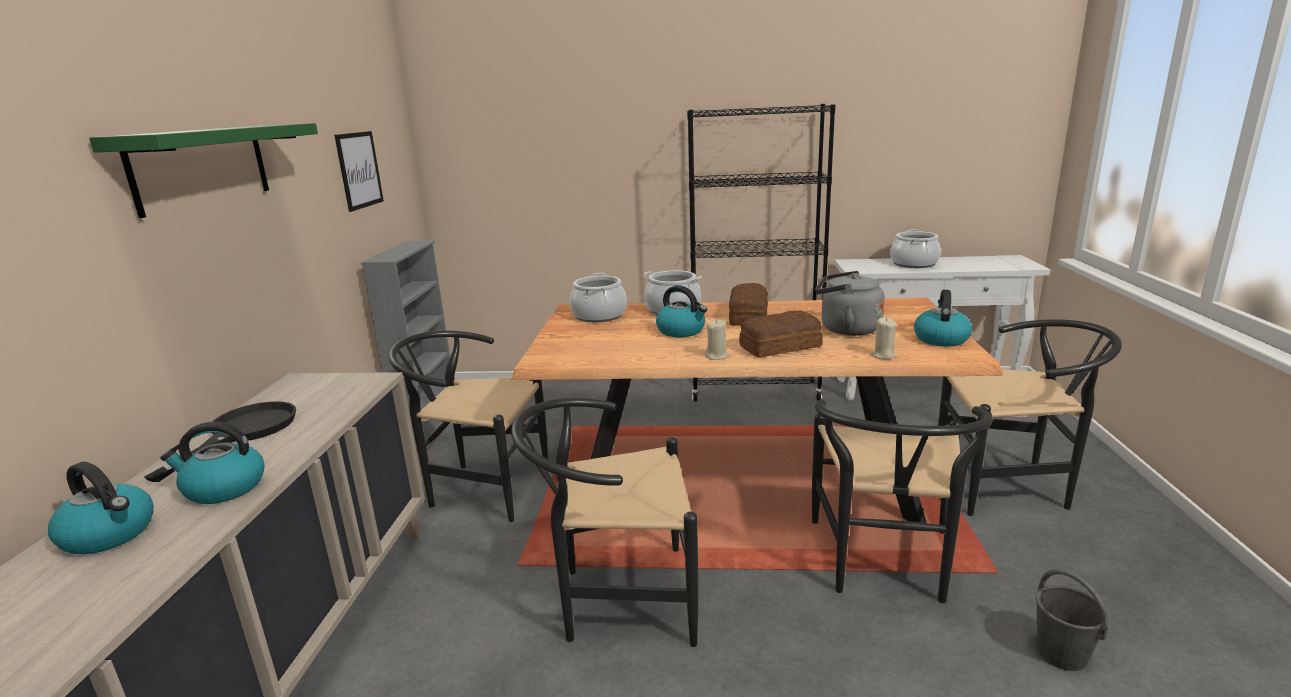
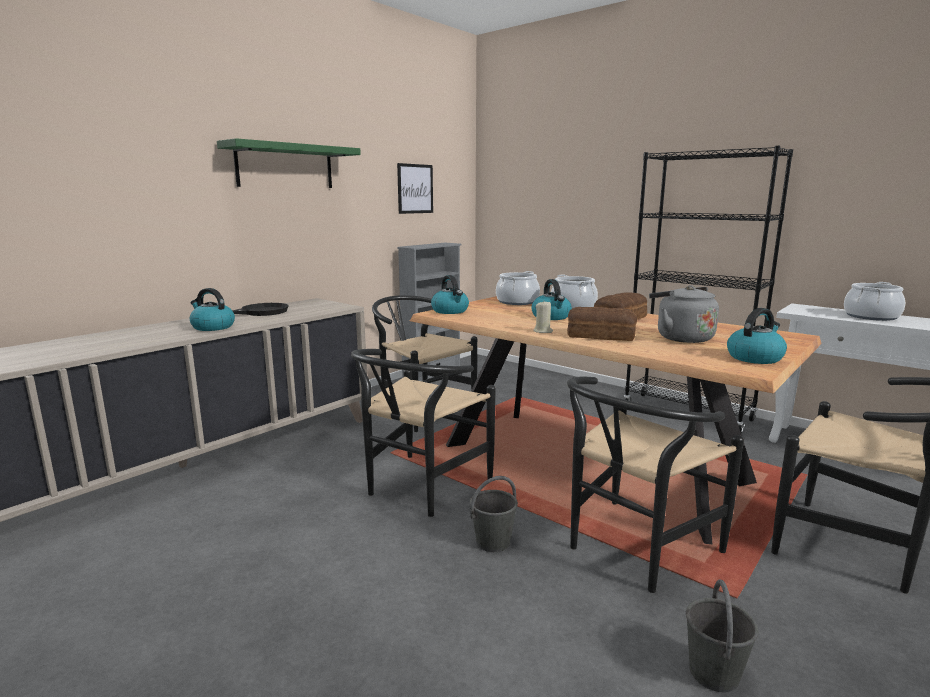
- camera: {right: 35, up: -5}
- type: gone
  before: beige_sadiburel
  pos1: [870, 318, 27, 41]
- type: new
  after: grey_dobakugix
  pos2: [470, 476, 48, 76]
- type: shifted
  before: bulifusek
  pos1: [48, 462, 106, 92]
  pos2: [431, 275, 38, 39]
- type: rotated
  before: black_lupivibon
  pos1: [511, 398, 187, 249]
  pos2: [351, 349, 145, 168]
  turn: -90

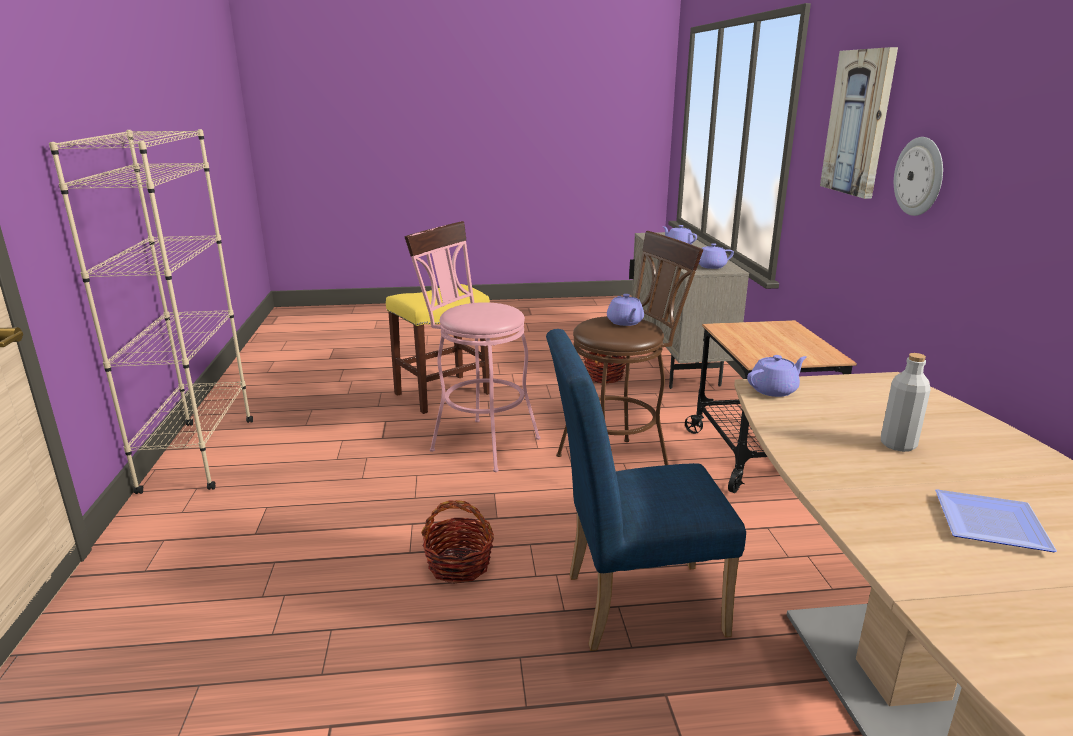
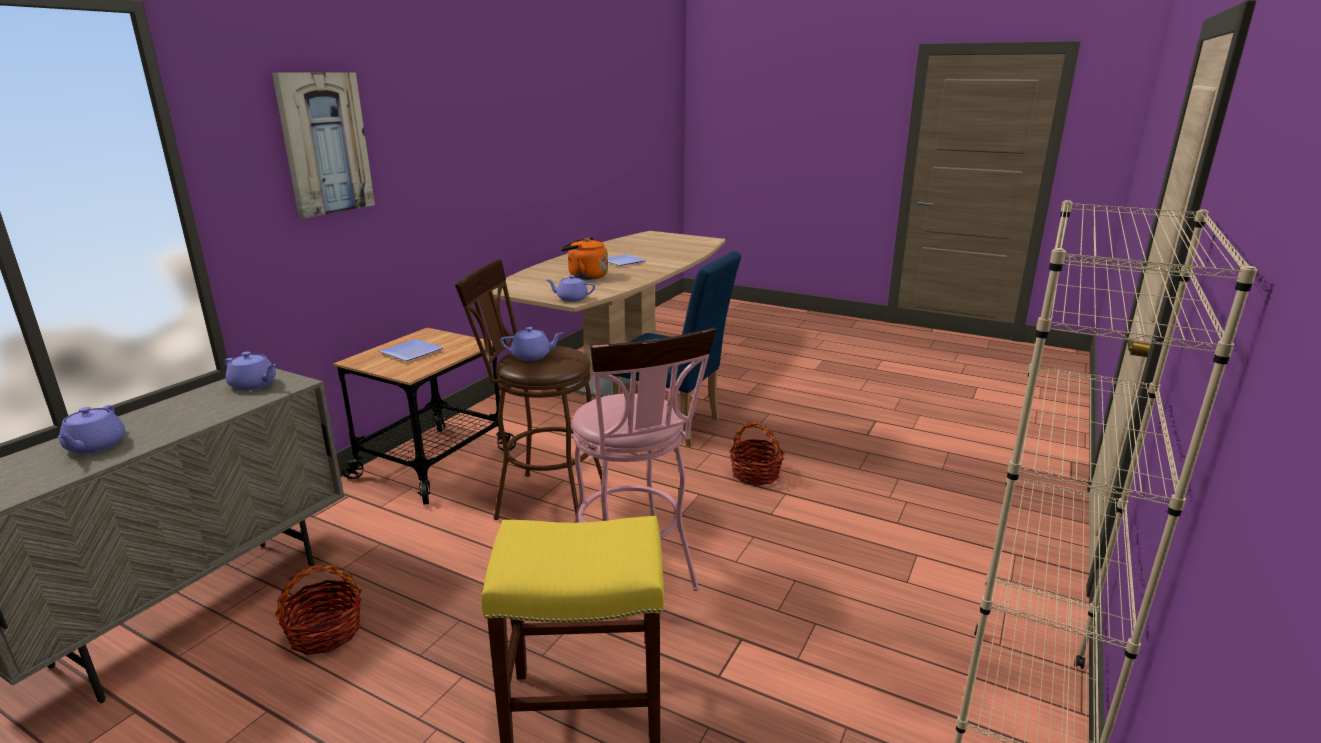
- camera: {right: -145, up: 0}
- type: gone
  before: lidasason
  pos1: [894, 137, 49, 79]
- type: new
  after: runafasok
  pos2: [379, 339, 64, 22]
- type: swapped
  before: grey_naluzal
  after: orange_bulifusek
  pos1: [881, 353, 49, 99]
  pos2: [561, 237, 47, 43]
- type: rotated
  before: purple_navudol
  pos1: [607, 294, 37, 32]
  pos2: [500, 327, 63, 34]
  turn: 60

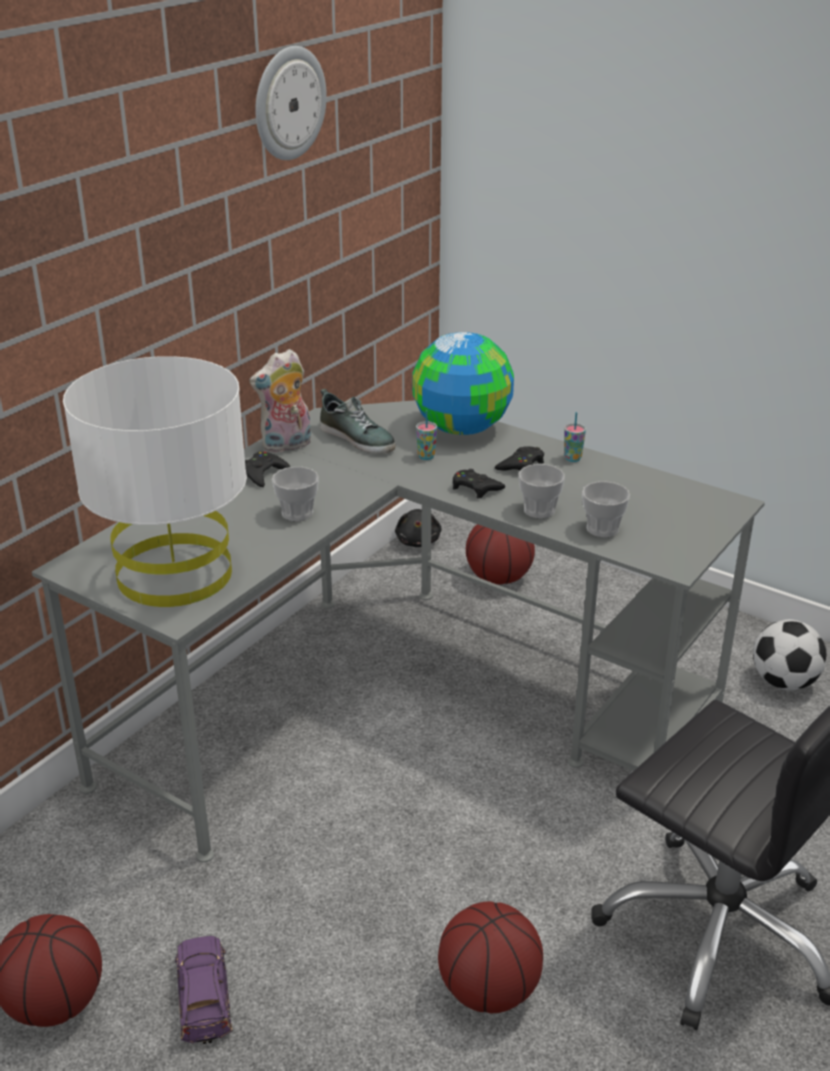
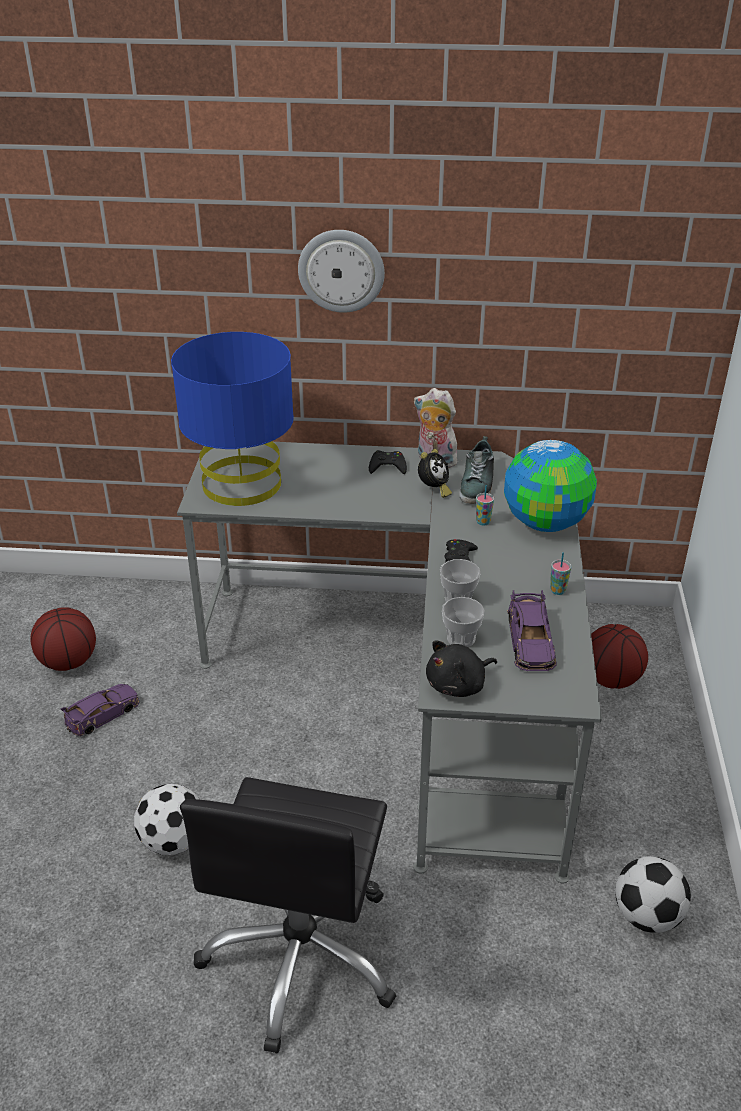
- camera: {right: 60, up: 5}
- type: gone
  before: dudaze
  pos1: [272, 467, 47, 54]
- type: gone
  before: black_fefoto
  pos1: [495, 446, 49, 24]
- type: new
  after: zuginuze
  pos2: [418, 449, 34, 49]
- type: new
  after: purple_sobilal
  pos2: [507, 590, 50, 81]
- type: shifted
  before: lidasason
  pos1: [255, 46, 72, 114]
  pos2: [298, 230, 87, 83]
- type: shifted
  before: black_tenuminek
  pos1: [395, 509, 47, 38]
  pos2: [426, 641, 71, 56]
- type: swapped
  before: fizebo
  after: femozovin
  pos1: [438, 901, 105, 112]
  pos2: [134, 784, 66, 71]
- type: repainted
  before: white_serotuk
  after: blue_serotuk
  pos1: [63, 356, 184, 251]
  pos2: [171, 332, 123, 174]

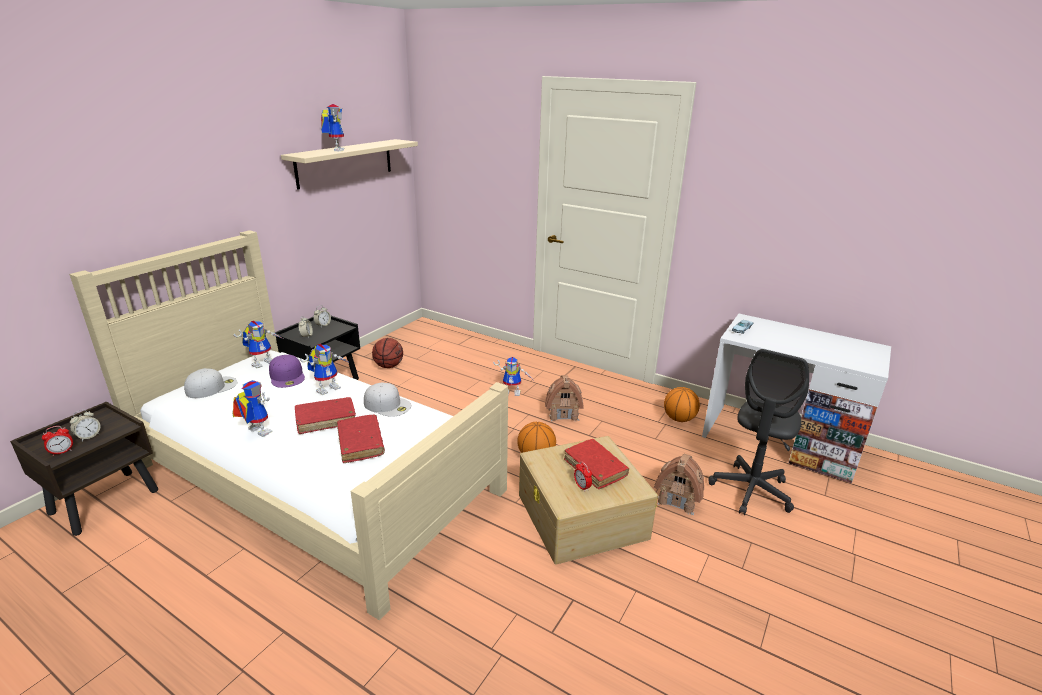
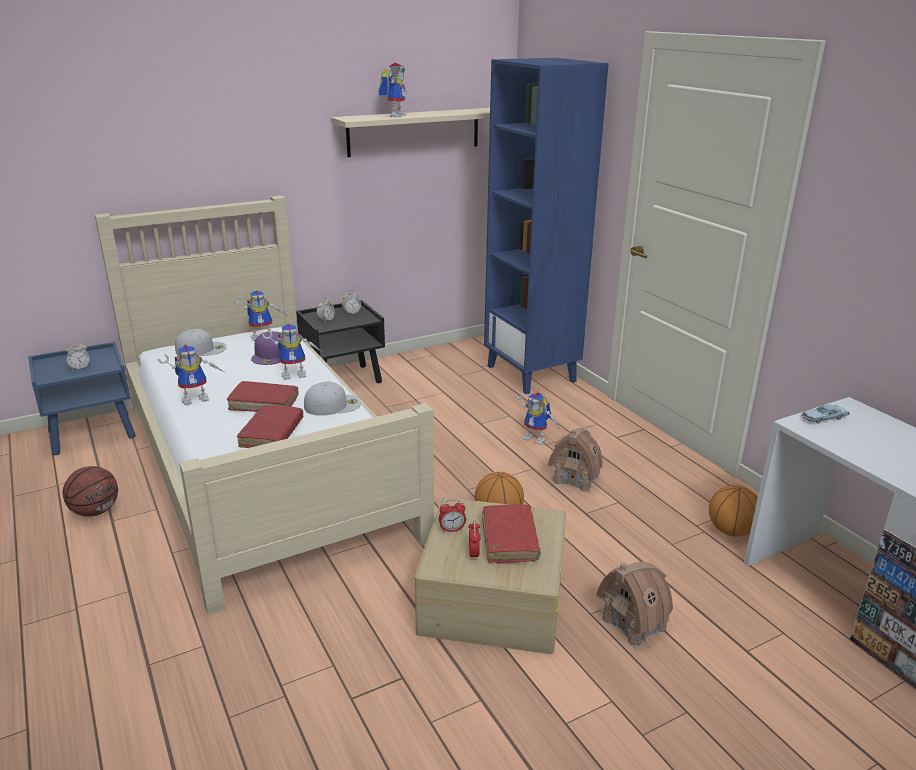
- camera: {right: 30, up: 0}
- type: gone
  before: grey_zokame
  pos1: [708, 349, 101, 166]
- type: new
  after: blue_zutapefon
  pos2: [484, 58, 125, 336]
- type: shifted
  before: zuginuze
  pos1: [42, 426, 31, 30]
  pos2: [439, 499, 27, 33]
- type: shifted
  before: fizebo
  pos1: [372, 338, 31, 30]
  pos2: [63, 466, 55, 51]
- type: repainted
  before: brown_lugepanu
  after: blue_lugepanu
  pos1: [10, 402, 148, 134]
  pos2: [28, 342, 108, 113]
- type: rotated
  before: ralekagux
  pos1: [232, 380, 41, 57]
  pos2: [158, 345, 66, 60]
  turn: 90
- type: rotated
  before: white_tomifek
  pos1: [364, 383, 47, 34]
  pos2: [304, 381, 57, 35]
  turn: -75

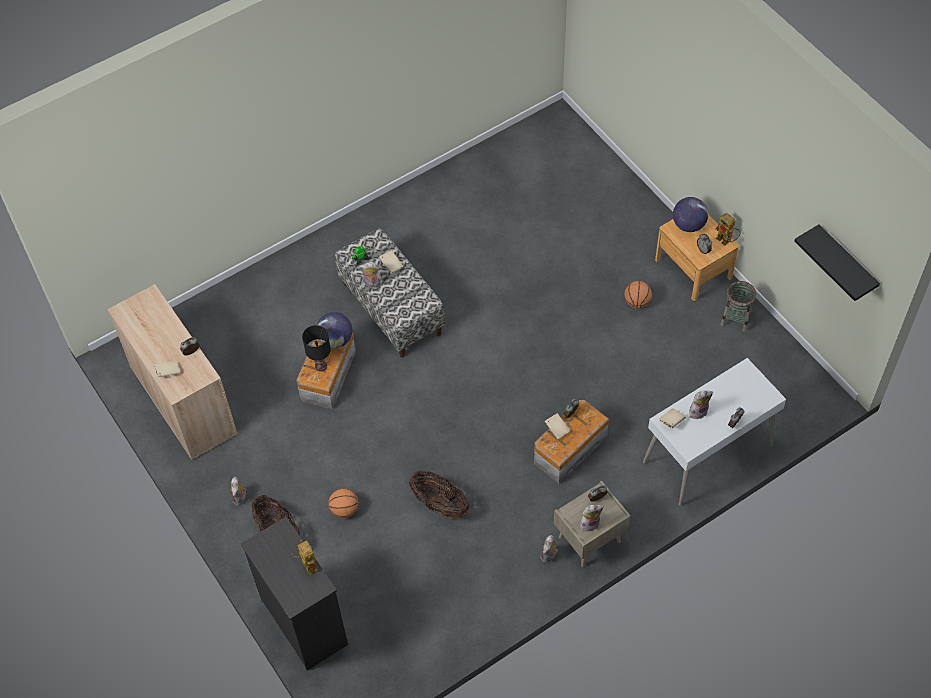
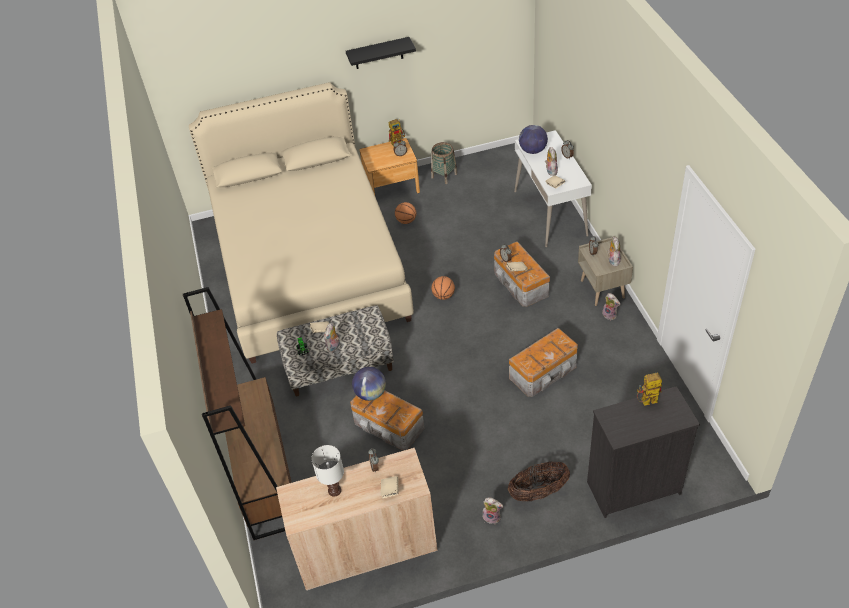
- camera: {right: -70, up: -10}
- type: gone
  before: black_serotuk
  pos1: [302, 325, 29, 46]
- type: new
  after: brown_zutapefon
  pos2: [183, 287, 109, 253]
- type: new
  after: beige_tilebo
  pos2: [189, 82, 225, 282]
- type: new
  after: white_serotuk
  pos2: [311, 445, 33, 52]
- type: shifted
  before: fizebo
  pos1: [328, 488, 31, 30]
  pos2: [431, 276, 24, 24]
- type: shifted
  before: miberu
  pos1: [673, 197, 35, 35]
  pos2: [519, 125, 29, 29]
- type: shifted
  before: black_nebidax
  pos1: [794, 224, 86, 77]
  pos2: [346, 37, 70, 32]
- type: swapped
  before: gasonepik
  after: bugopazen
  pos1: [409, 470, 60, 49]
  pos2: [509, 328, 69, 69]

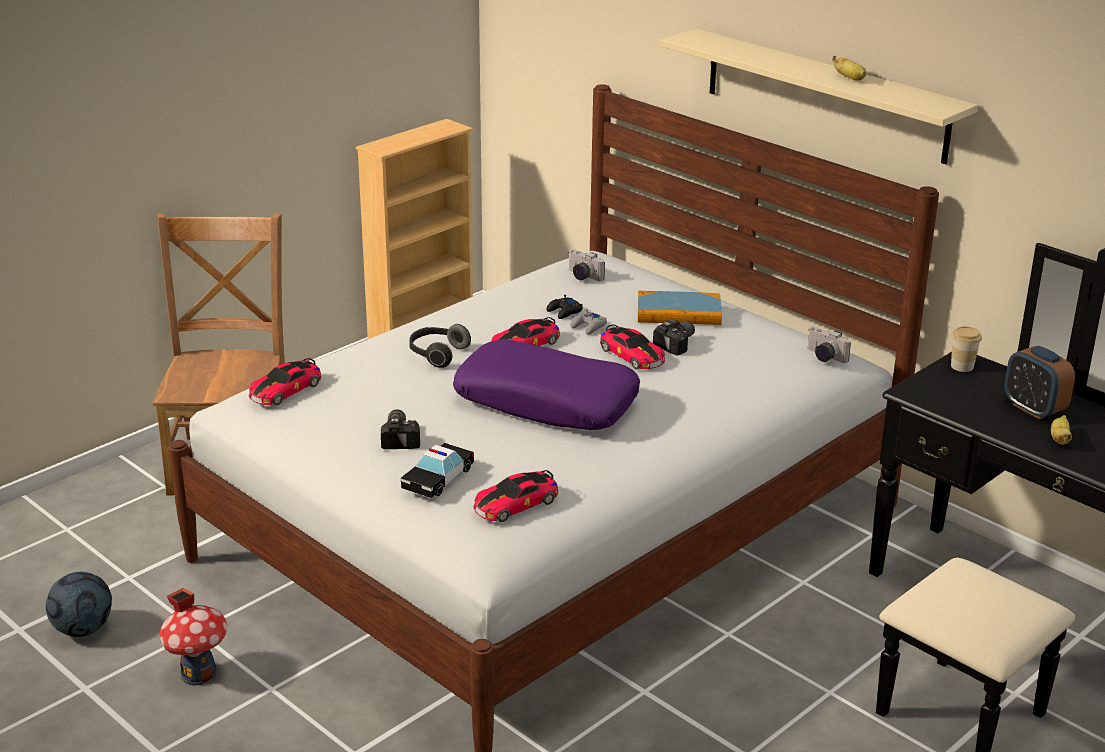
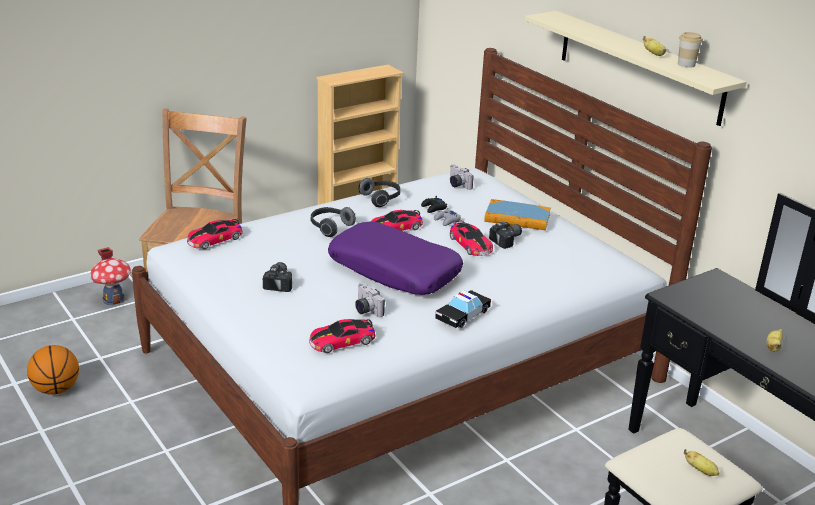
- camera: {right: 10, up: 0}
- type: gone
  before: zuginuze
  pos1: [1004, 346, 71, 74]
- type: new
  after: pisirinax
  pos2: [358, 178, 42, 29]
- type: new
  after: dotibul
  pos2: [684, 449, 36, 27]
- type: shifted
  before: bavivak
  pos1: [159, 588, 68, 98]
  pos2: [90, 247, 41, 58]
- type: shifted
  before: sobilal
  pos1: [401, 443, 73, 55]
  pos2: [435, 290, 56, 38]
- type: shifted
  before: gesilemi
  pos1: [808, 327, 43, 36]
  pos2: [355, 283, 30, 34]
- type: shifted
  before: dudaze
  pos1: [951, 326, 31, 46]
  pos2: [678, 32, 25, 36]
- type: swapped
  before: femozovin
  after: fizebo
  pos1: [46, 572, 66, 65]
  pos2: [27, 345, 52, 50]

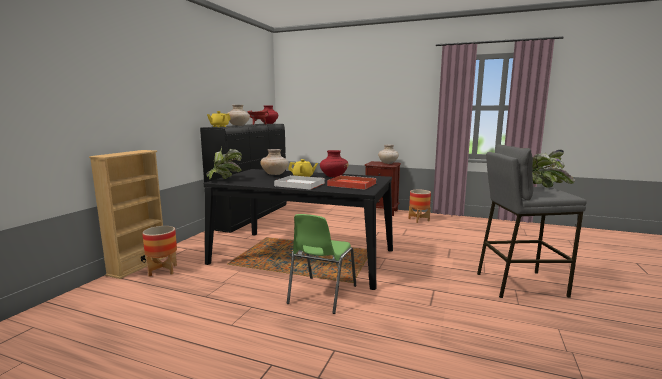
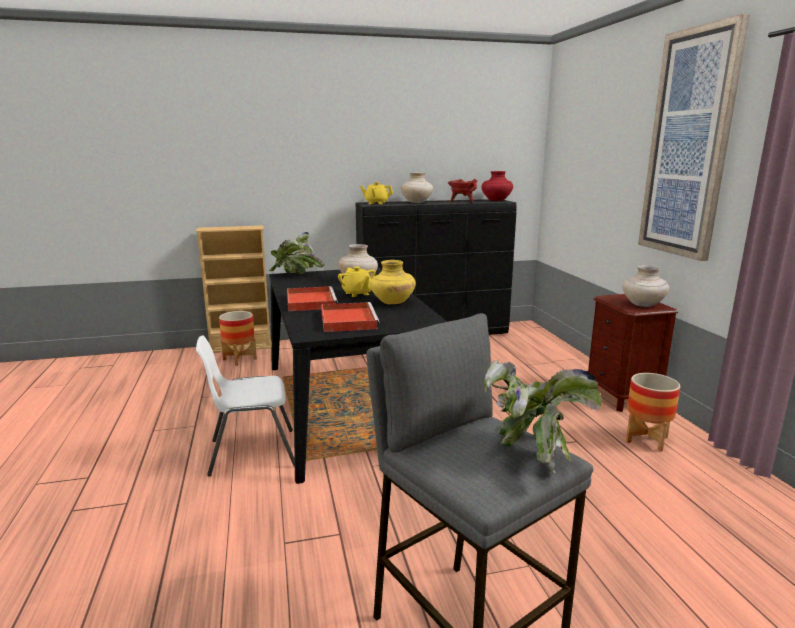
- camera: {right: 55, up: 5}
- type: new
  after: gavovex
  pos2: [638, 14, 112, 247]
- type: repainted
  before: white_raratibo
  after: red_raratibo
  pos1: [274, 175, 51, 15]
  pos2: [287, 286, 51, 25]
- type: repainted
  before: green_lupivibon
  after: white_lupivibon
  pos1: [287, 214, 69, 100]
  pos2: [196, 335, 99, 141]
- type: repainted
  before: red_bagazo
  after: yellow_bagazo
  pos1: [320, 150, 29, 27]
  pos2: [370, 260, 46, 44]

